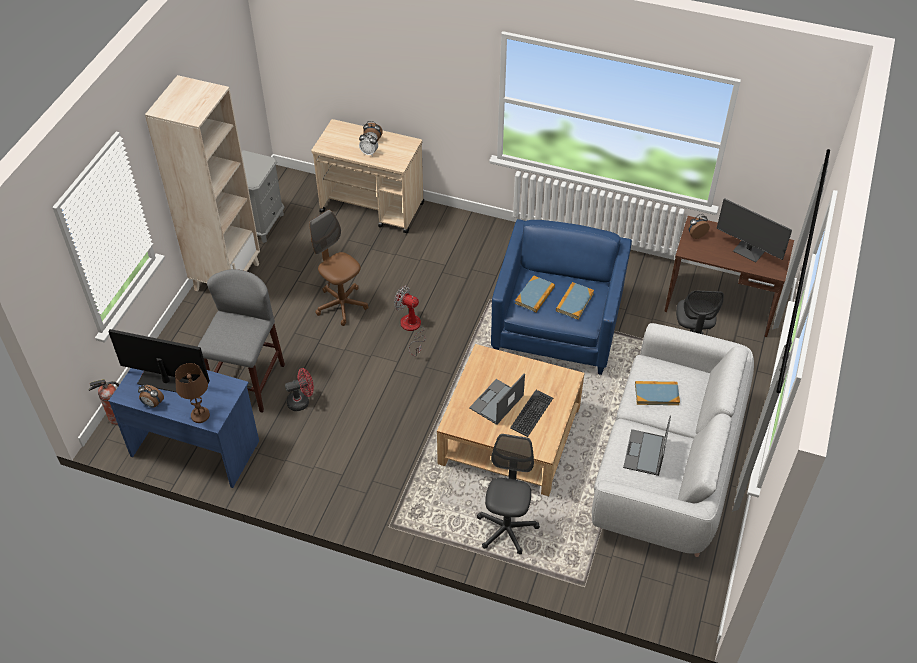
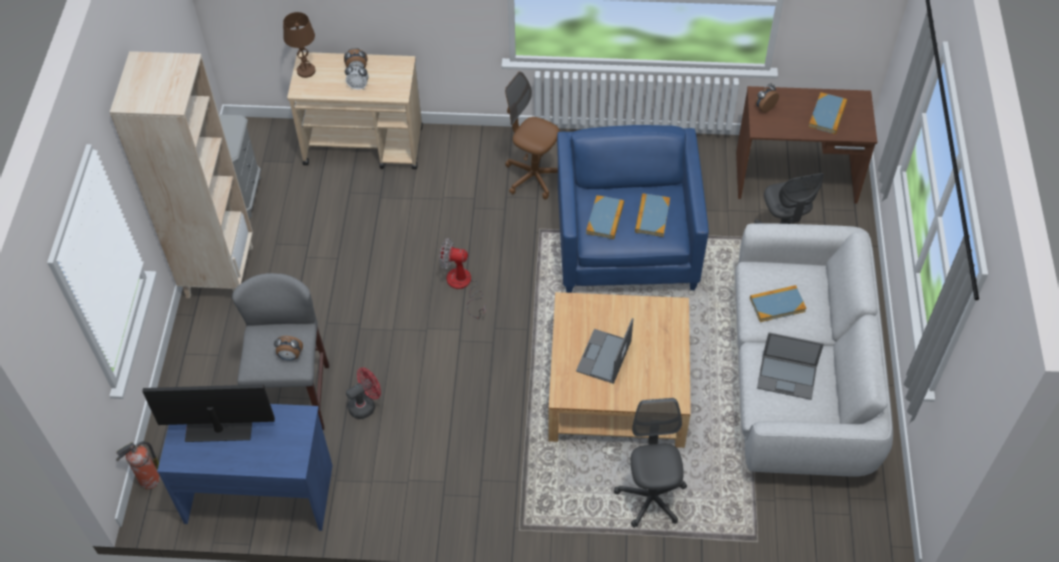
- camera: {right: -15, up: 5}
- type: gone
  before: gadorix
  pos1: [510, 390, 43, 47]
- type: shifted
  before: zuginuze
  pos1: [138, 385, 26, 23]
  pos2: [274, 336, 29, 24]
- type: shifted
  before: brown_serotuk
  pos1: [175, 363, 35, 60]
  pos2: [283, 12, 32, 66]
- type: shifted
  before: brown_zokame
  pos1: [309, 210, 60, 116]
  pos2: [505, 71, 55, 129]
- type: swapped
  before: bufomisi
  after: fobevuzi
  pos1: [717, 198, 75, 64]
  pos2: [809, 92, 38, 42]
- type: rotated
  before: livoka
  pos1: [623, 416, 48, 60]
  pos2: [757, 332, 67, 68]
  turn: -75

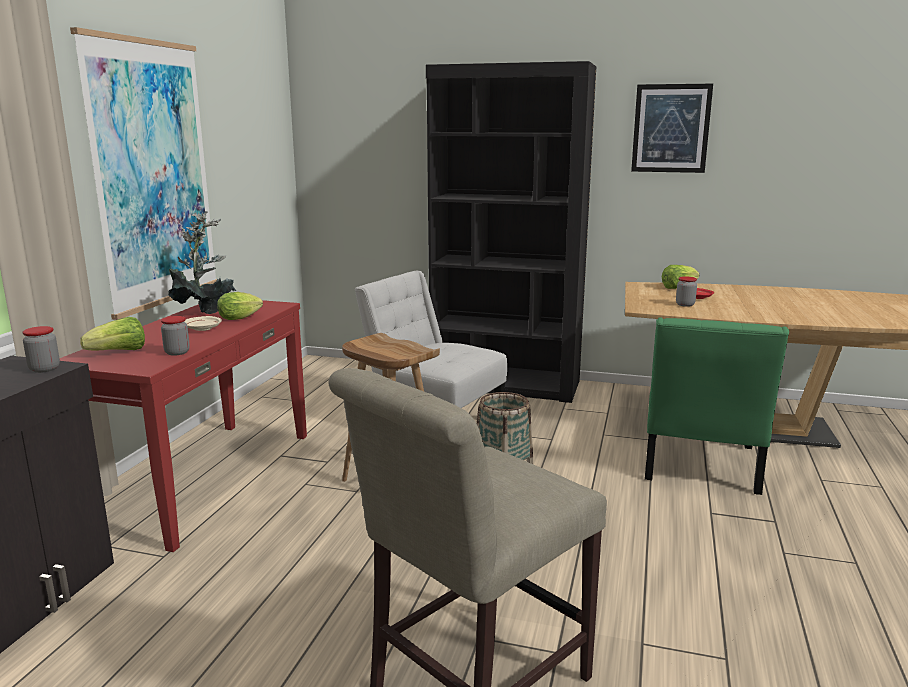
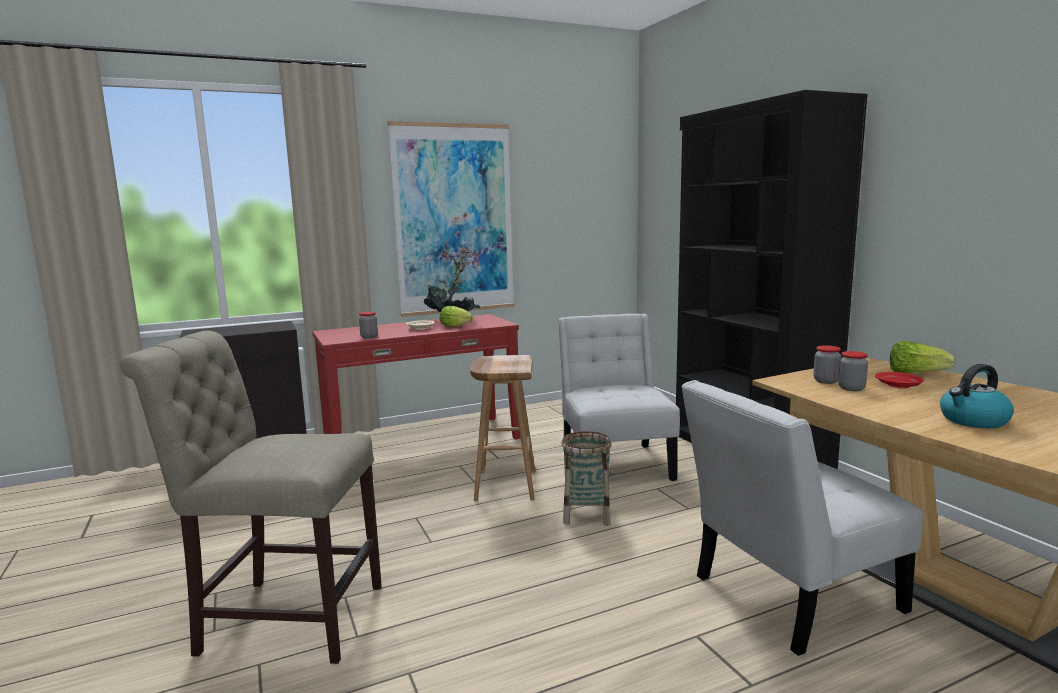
- camera: {right: 50, up: -5}
- type: gone
  before: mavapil
  pos1: [80, 317, 65, 33]
- type: gone
  before: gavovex
  pos1: [631, 84, 82, 89]
- type: new
  after: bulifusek
  pos2: [940, 364, 74, 64]
- type: shifted
  before: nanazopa
  pos1: [22, 326, 38, 47]
  pos2: [813, 345, 28, 39]
- type: repainted
  before: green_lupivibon
  after: white_lupivibon
  pos1: [645, 317, 144, 178]
  pos2: [681, 380, 242, 276]

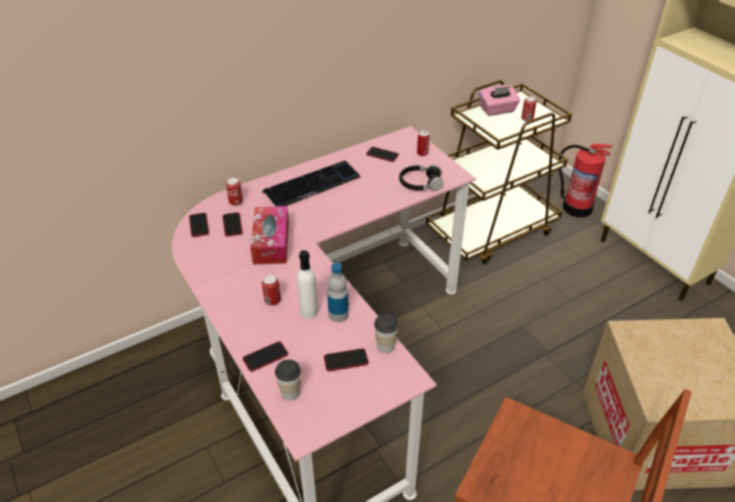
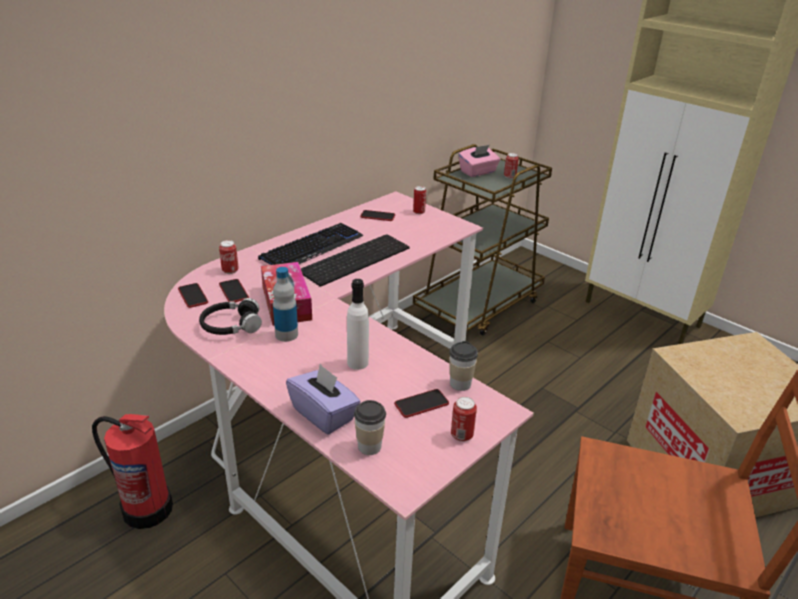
- camera: {right: -15, up: -10}
- type: new
  after: gadorix
  pos2: [301, 234, 109, 52]
- type: shifted
  before: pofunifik
  pos1: [262, 274, 19, 32]
  pos2: [451, 397, 26, 45]
- type: shifted
  before: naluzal
  pos1: [327, 263, 22, 59]
  pos2: [273, 267, 25, 75]
- type: shifted
  before: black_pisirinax
  pos1: [399, 164, 45, 27]
  pos2: [199, 298, 63, 37]
- type: shifted
  before: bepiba
  pos1: [559, 144, 54, 74]
  pos2: [92, 414, 81, 115]
- type: swapped
  before: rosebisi
  after: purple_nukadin
  pos1: [243, 341, 45, 31]
  pos2: [286, 364, 75, 70]

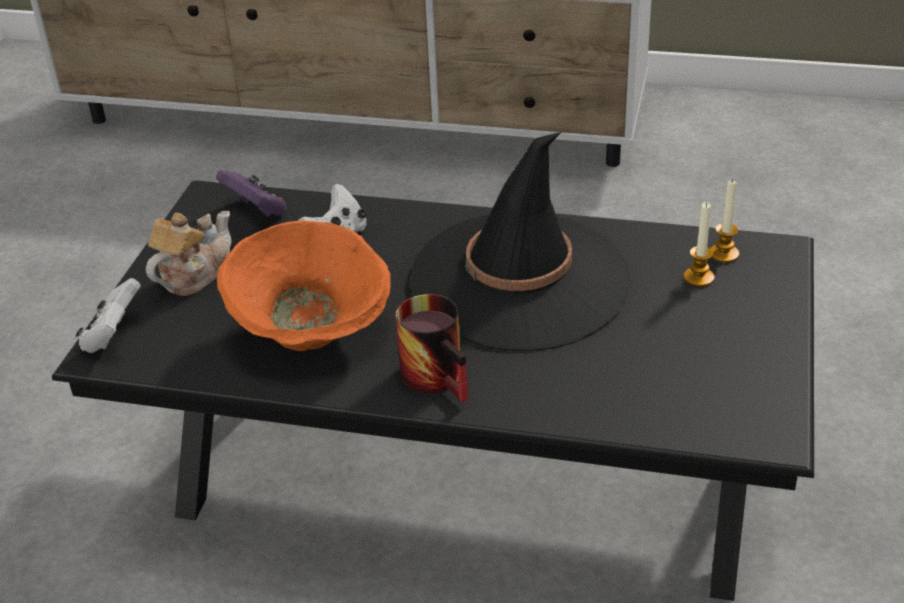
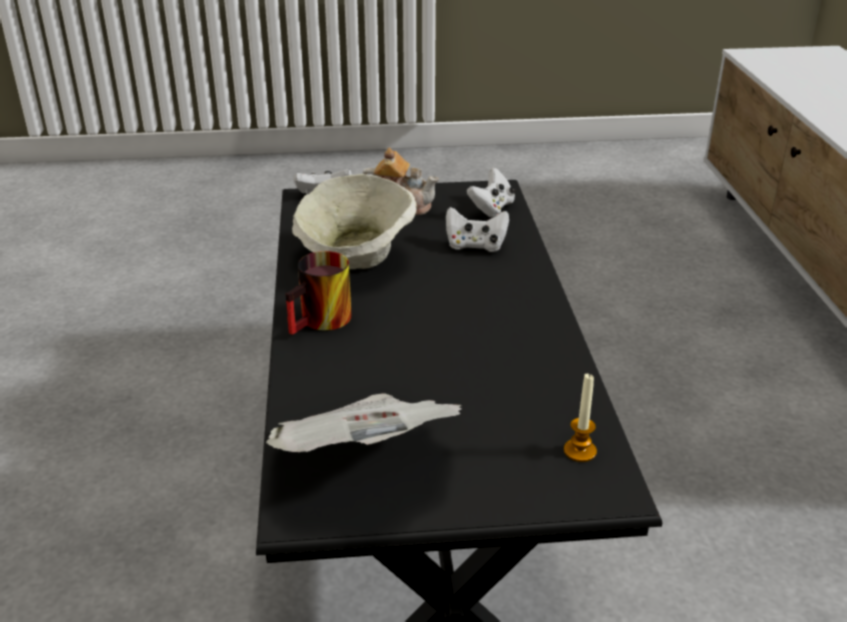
- camera: {right: 70, up: -5}
- type: gone
  before: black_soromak
  pos1: [410, 132, 221, 219]
- type: gone
  before: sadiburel
  pos1: [684, 202, 30, 85]
- type: new
  after: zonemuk
  pos2: [266, 393, 196, 59]
- type: repainted
  before: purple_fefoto
  after: white_fefoto
  pos1: [216, 170, 71, 47]
  pos2: [466, 167, 50, 51]
- type: repainted
  before: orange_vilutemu
  after: beige_vilutemu
  pos1: [217, 221, 174, 130]
  pos2: [292, 174, 125, 95]

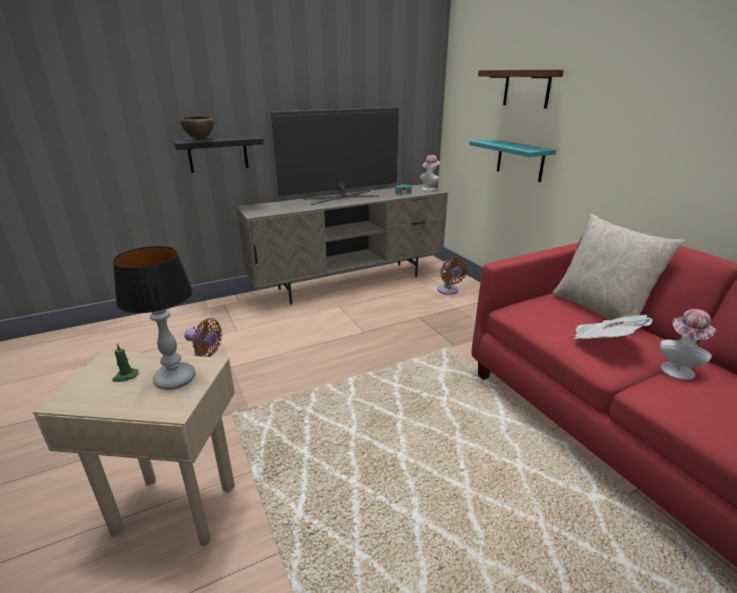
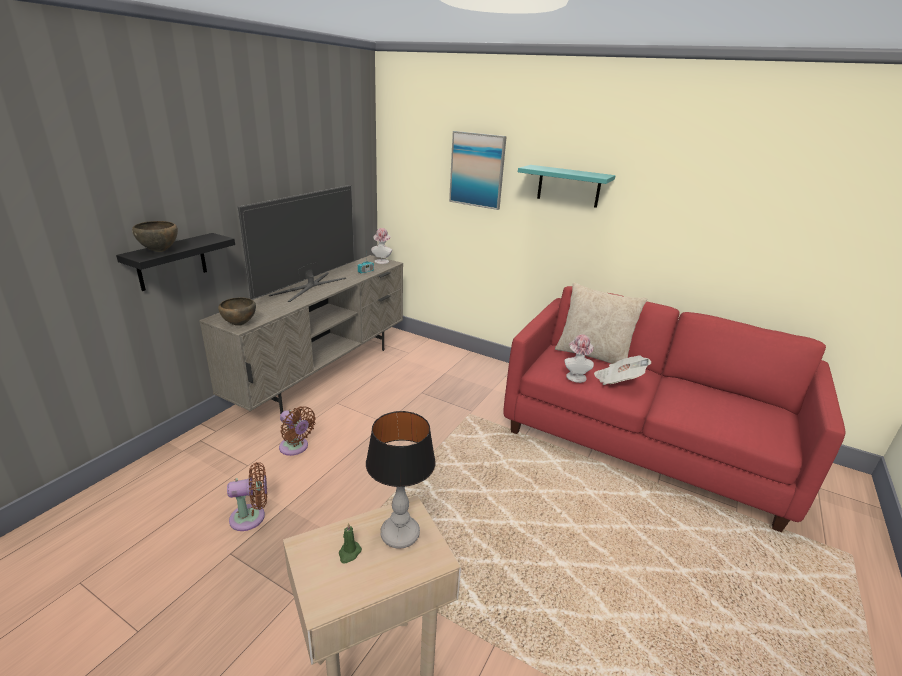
- camera: {right: -35, up: 0}
- type: new
  after: brown_vilutemu
  pos2: [218, 298, 38, 28]
- type: shifted
  before: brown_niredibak
  pos1: [437, 257, 31, 38]
  pos2: [279, 406, 37, 50]
- type: shifted
  before: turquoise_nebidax
  pos1: [469, 139, 87, 43]
  pos2: [518, 165, 98, 43]
- type: shifted
  before: soromak
  pos1: [660, 309, 56, 71]
  pos2: [564, 334, 30, 49]
- type: swapped
  before: brown_nebidax
  after: gavovex
  pos1: [478, 70, 86, 39]
  pos2: [449, 131, 58, 79]

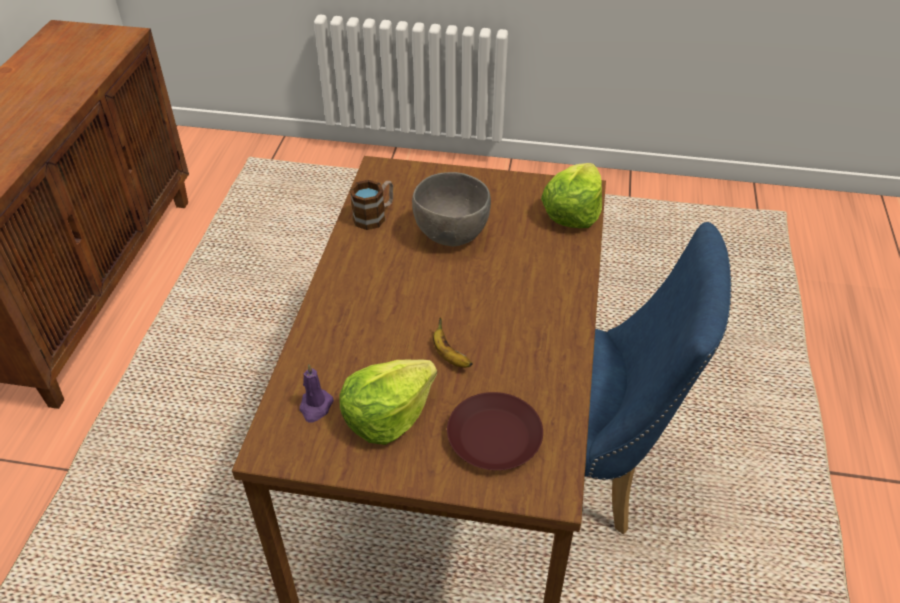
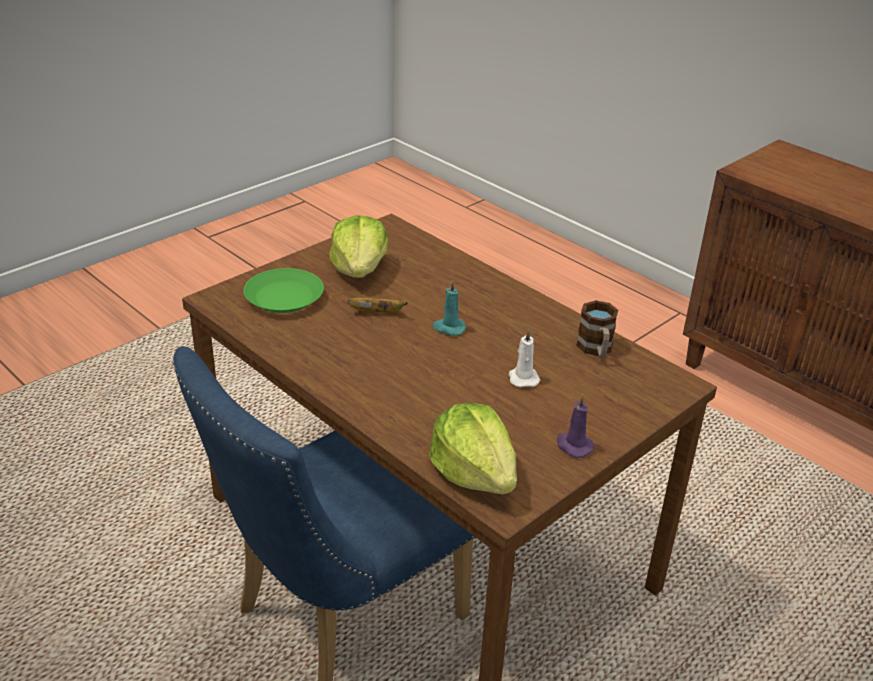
- camera: {right: 125, up: -10}
- type: new
  after: turquoise_sadiburel
  pos2: [432, 280, 35, 56]
- type: shifted
  before: purple_sadiburel
  pos1: [299, 364, 35, 59]
  pos2: [557, 394, 37, 64]
- type: swapped
  before: grey_vilutemu
  after: white_sadiburel
  pos1: [412, 172, 79, 74]
  pos2: [509, 329, 32, 59]
- type: repainted
  before: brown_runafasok
  after: green_runafasok
  pos1: [447, 392, 96, 78]
  pos2: [244, 268, 80, 45]

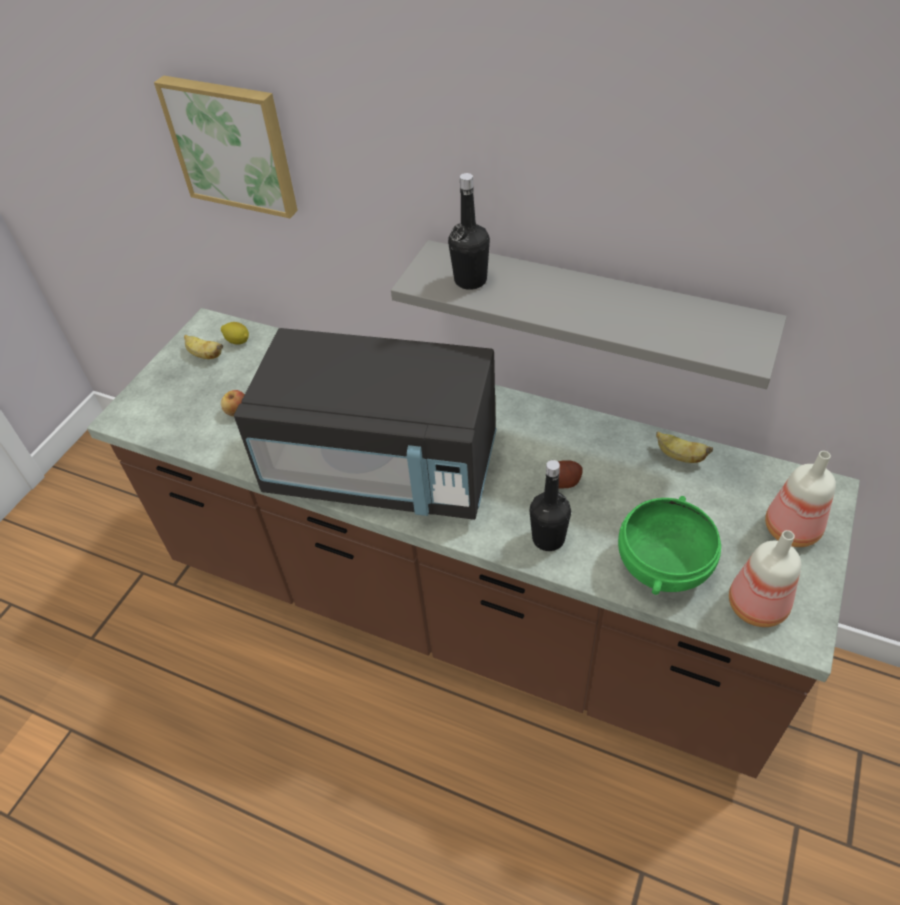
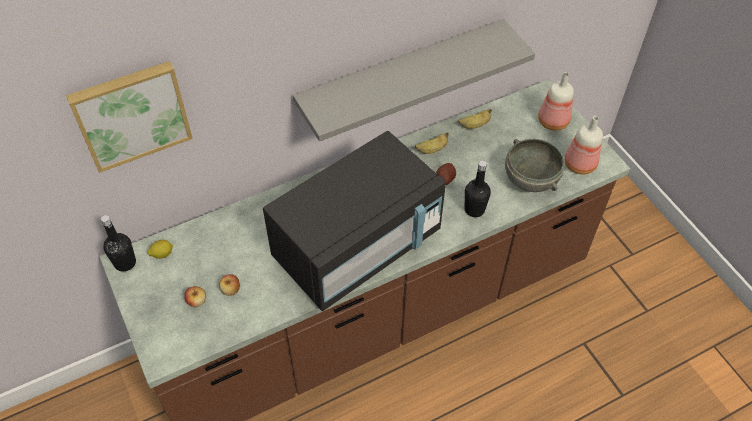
- camera: {right: -55, up: 5}
- type: new
  after: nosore
  pos2: [184, 286, 22, 21]
- type: shifted
  before: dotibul
  pos1: [184, 335, 39, 24]
  pos2: [415, 132, 34, 22]
- type: shifted
  before: black_naluzal
  pos1: [448, 173, 42, 117]
  pos2: [101, 215, 35, 57]
- type: repainted
  before: green_vilutemu
  after: grey_vilutemu
  pos1: [618, 496, 103, 99]
  pos2: [505, 139, 60, 53]

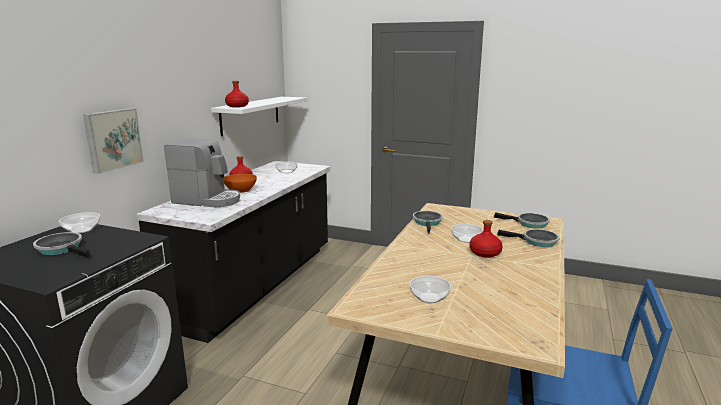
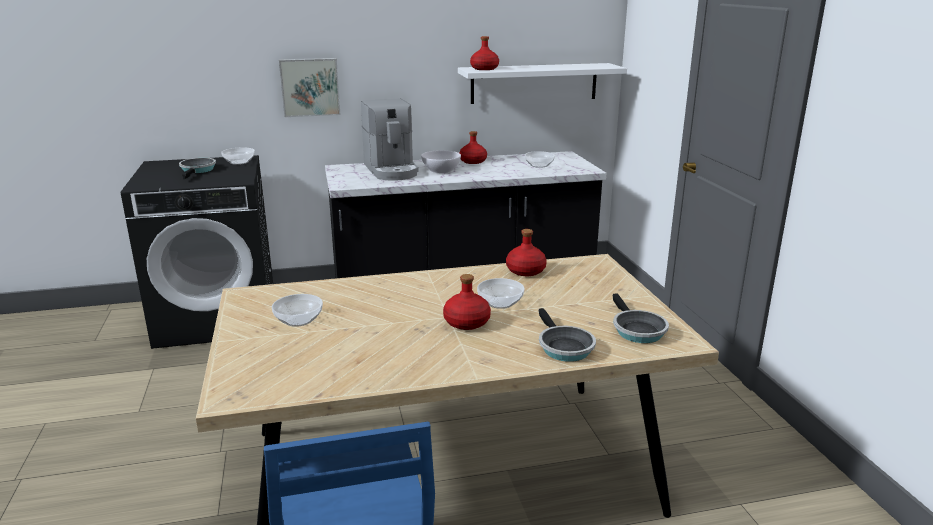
- camera: {right: 55, up: 5}
- type: swapped
  before: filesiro
  after: red_naluzal
  pos1: [413, 211, 30, 23]
  pos2: [506, 229, 41, 47]
- type: repainted
  before: orange_vilutemu
  after: white_vilutemu
  pos1: [224, 174, 33, 19]
  pos2: [421, 150, 40, 23]

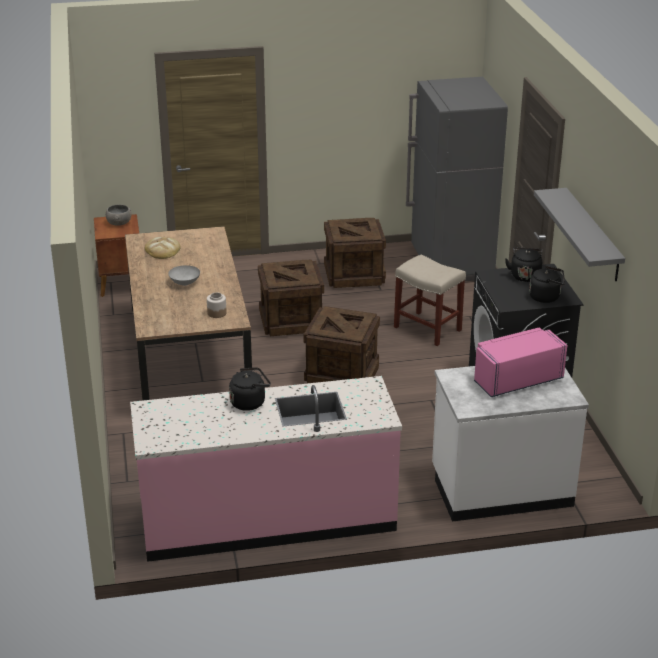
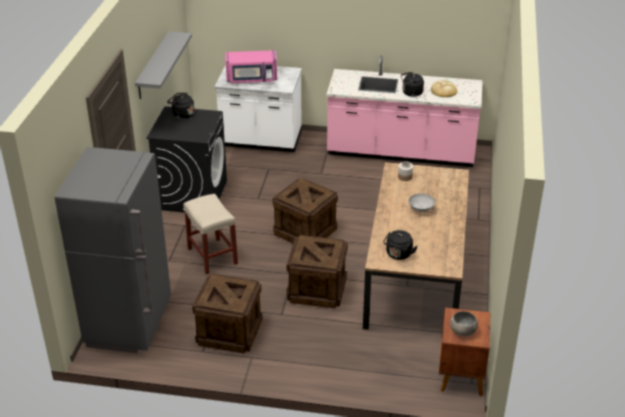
- camera: {right: -160, up: 5}
- type: shifted
  before: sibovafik
  pos1: [145, 237, 36, 22]
  pos2: [431, 80, 26, 17]
- type: shifted
  before: black_bulifusek
  pos1: [505, 247, 37, 35]
  pos2: [383, 230, 35, 30]

